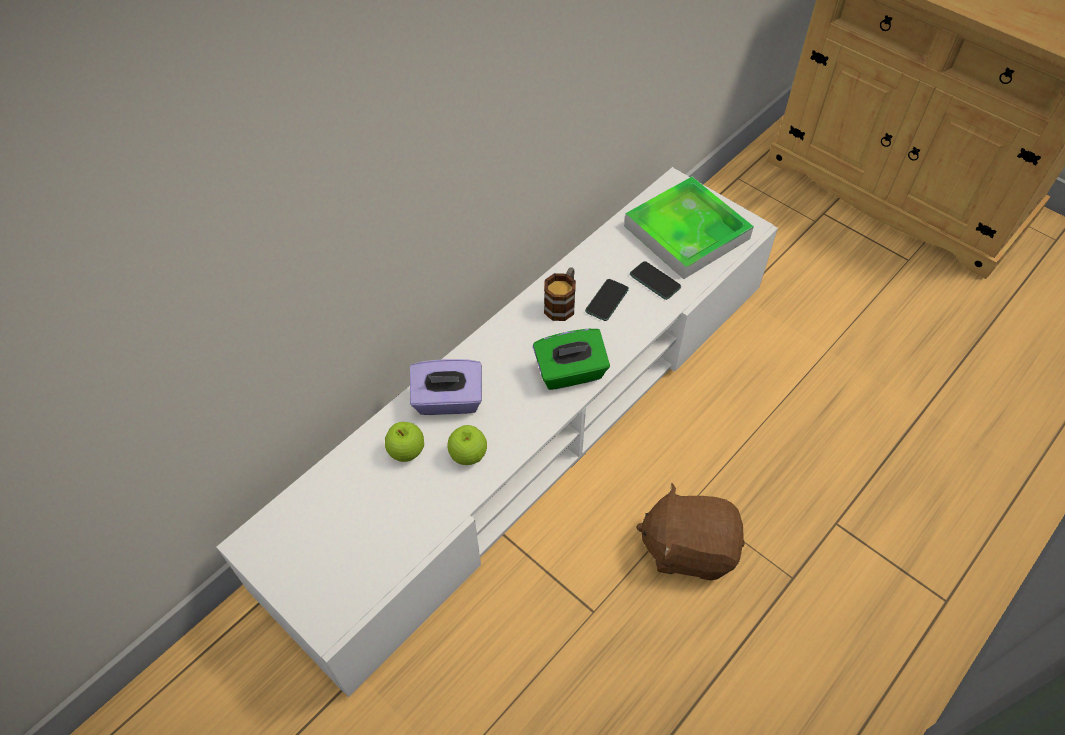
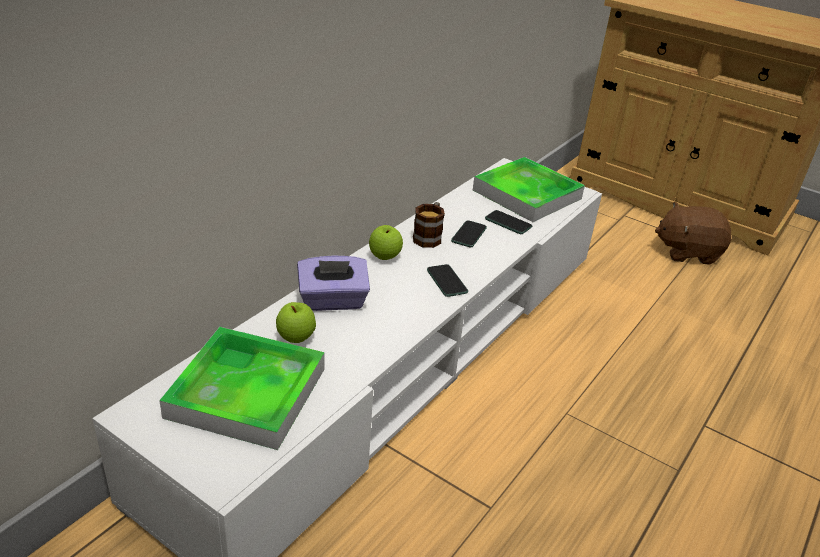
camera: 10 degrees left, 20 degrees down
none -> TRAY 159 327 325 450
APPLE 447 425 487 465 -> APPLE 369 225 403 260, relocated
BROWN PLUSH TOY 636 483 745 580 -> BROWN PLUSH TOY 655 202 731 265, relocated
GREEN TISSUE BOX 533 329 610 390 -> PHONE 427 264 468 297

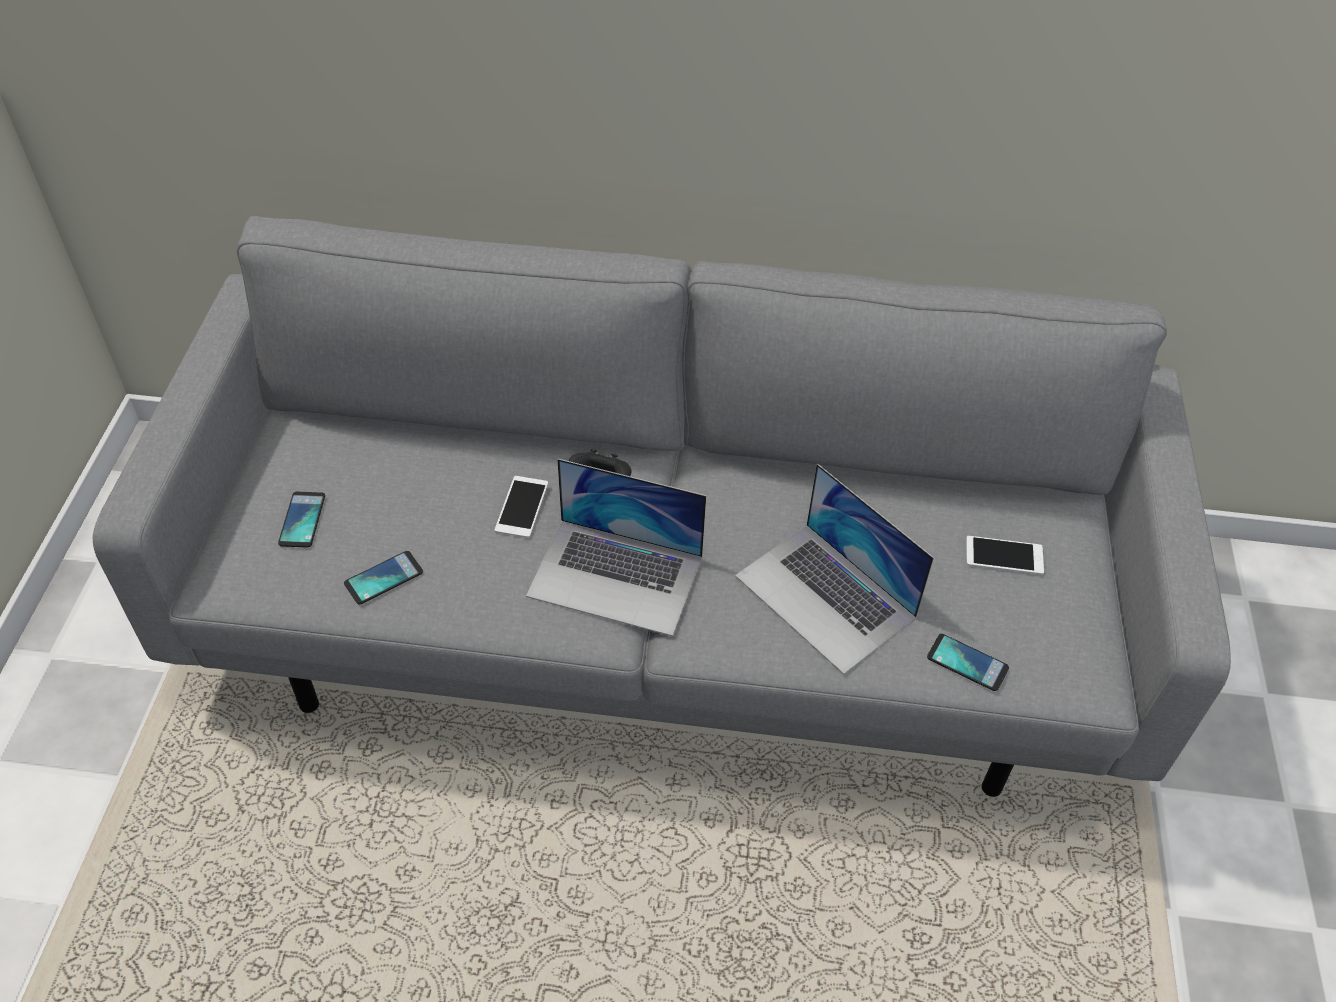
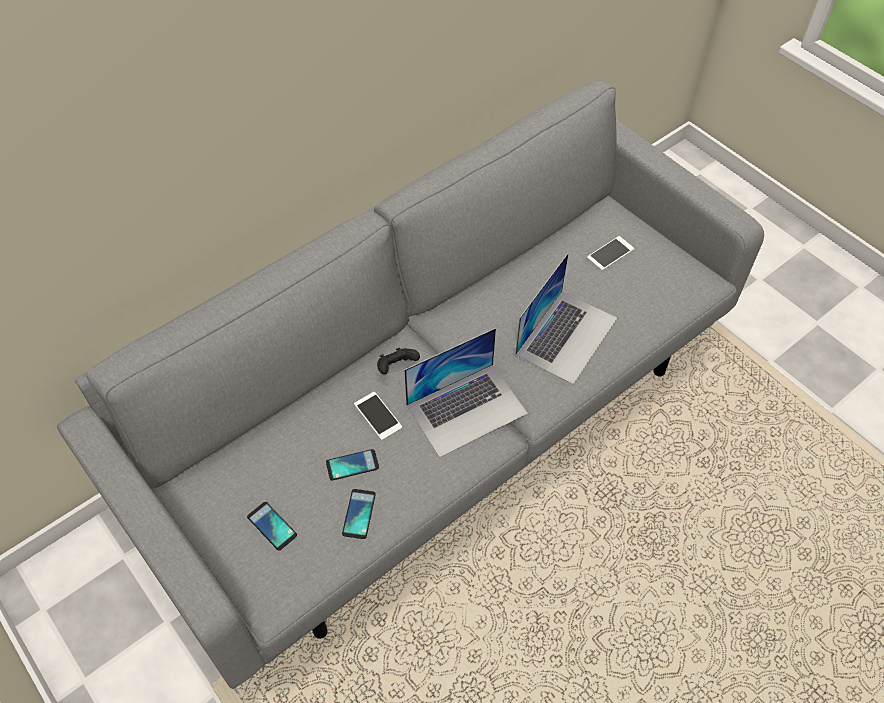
camera: 45 degrees left, 5 degrees up
PHONE 927 634 1009 691 -> PHONE 326 449 379 480, relocated
LAPTOP 735 464 934 674 -> LAPTOP 515 253 617 384, 60 degrees counterclockwise

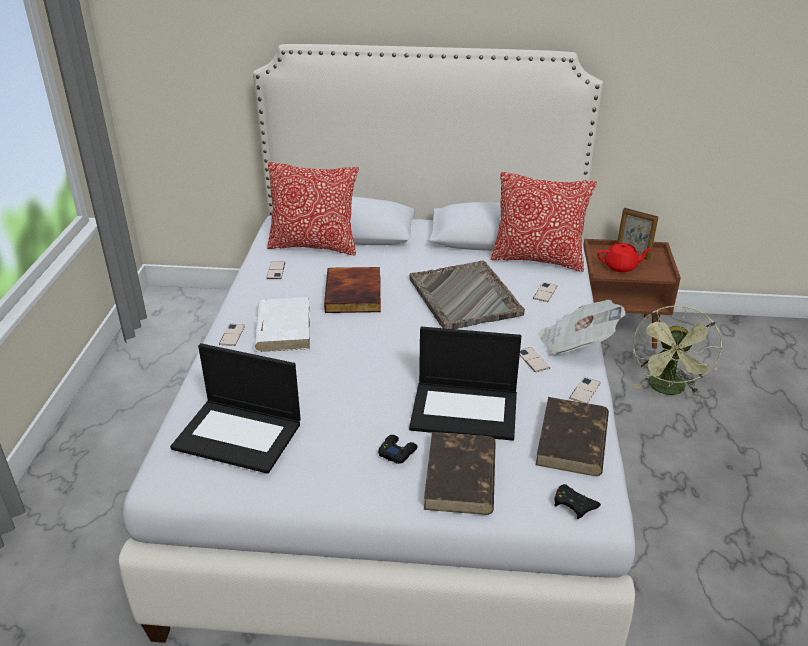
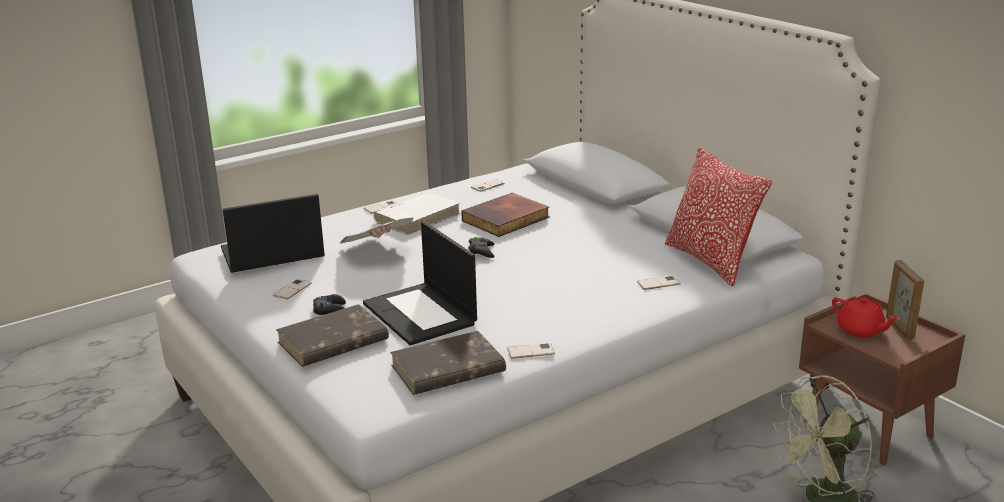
camera: 50 degrees right, 10 degrees down
PILLOW 267 162 359 255 -> none
GREY TRAY 409 260 525 329 -> none
PHONE 520 347 550 372 -> PHONE 273 279 311 299, relocated
NEWSPAPER 538 300 626 355 -> NEWSPAPER 339 218 413 244, relocated
BLACK GAME CONTROLLER 554 484 601 519 -> BLACK GAME CONTROLLER 468 237 494 258, relocated
LAPTOP 170 343 301 474 -> LAPTOP 221 194 325 273, 90 degrees clockwise

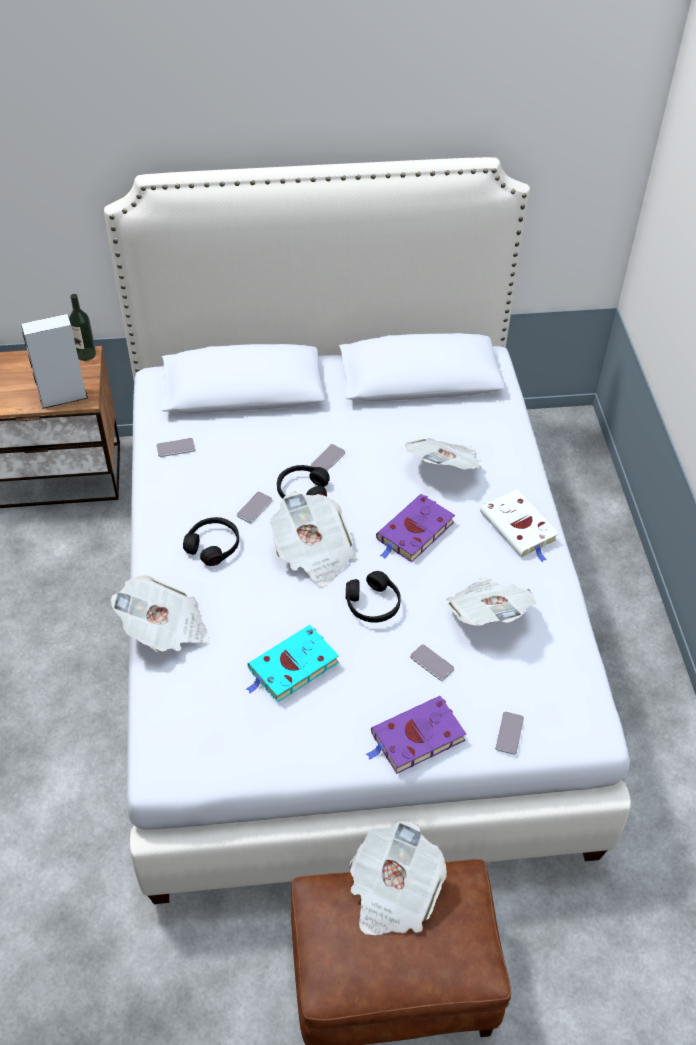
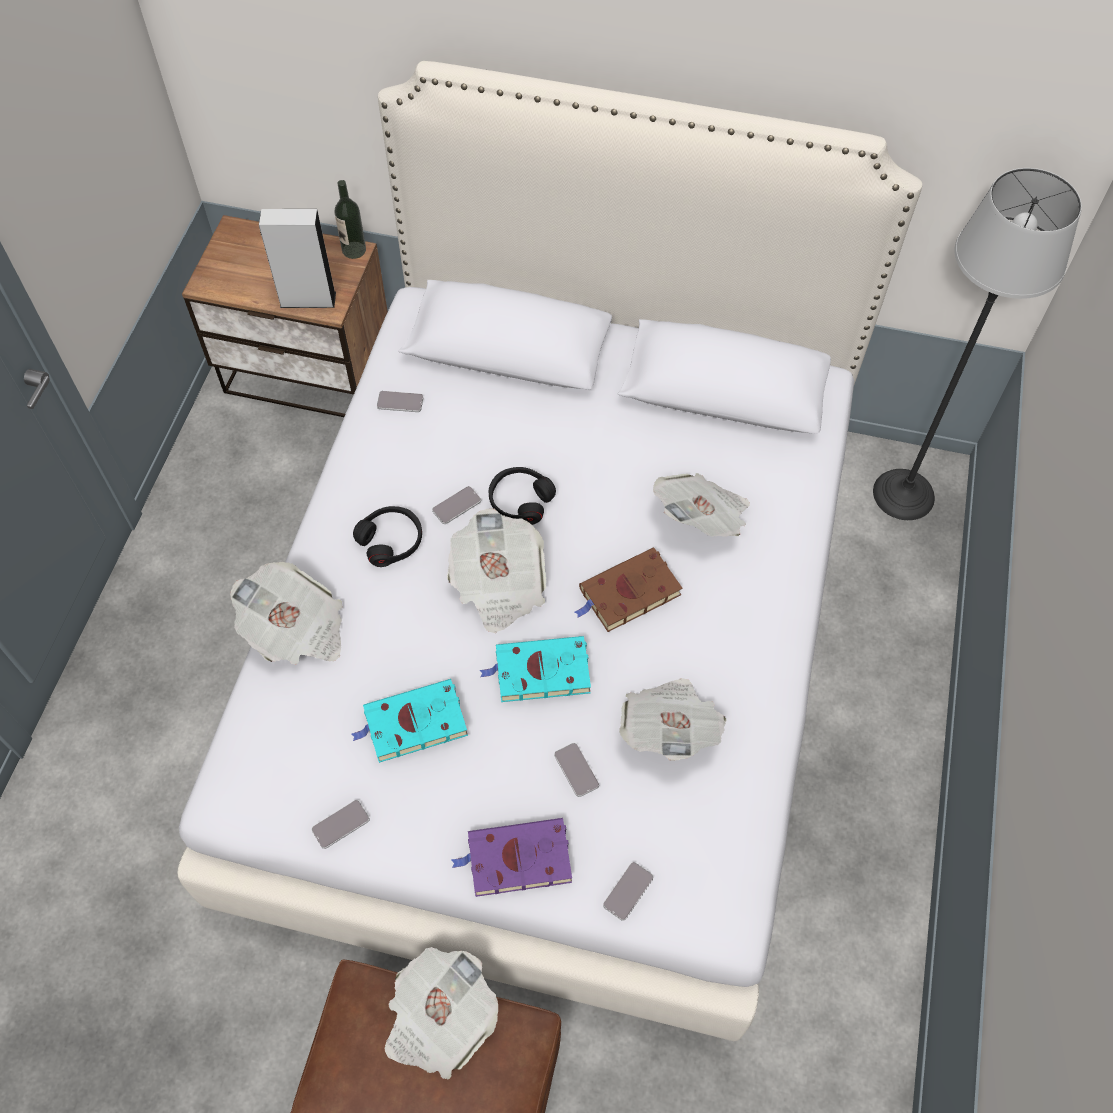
camera: 20 degrees right, 10 degrees up
WHITE BOOK 480 490 559 563 -> none
none -> FLOOR LAMP 873 168 1082 520
PHONE 311 444 345 471 -> PHONE 311 800 370 849, relocated
BLACK HEADPHONES 346 571 401 623 -> TURQUOISE BOOK 480 636 591 702
PURPLE BOOK 376 494 455 562 -> BROWN BOOK 575 547 683 632

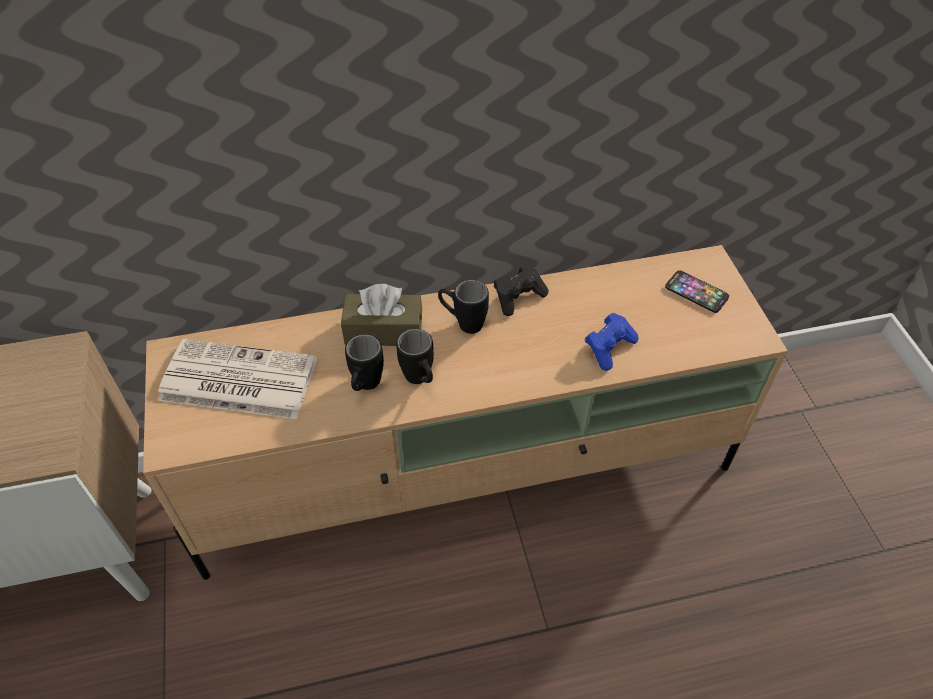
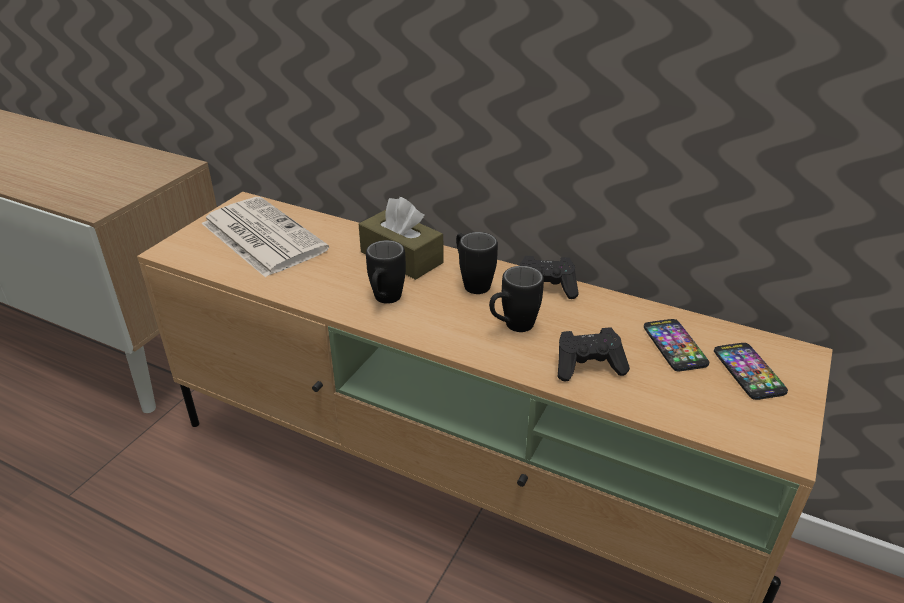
camera: 40 degrees right, 15 degrees down
none -> PHONE 644 319 709 371
BLACK MUG 345 334 384 391 -> BLACK MUG 489 266 544 332, relocated
BLUE GAME CONTROLLER 585 313 639 371 -> BLACK GAME CONTROLLER 558 327 630 382

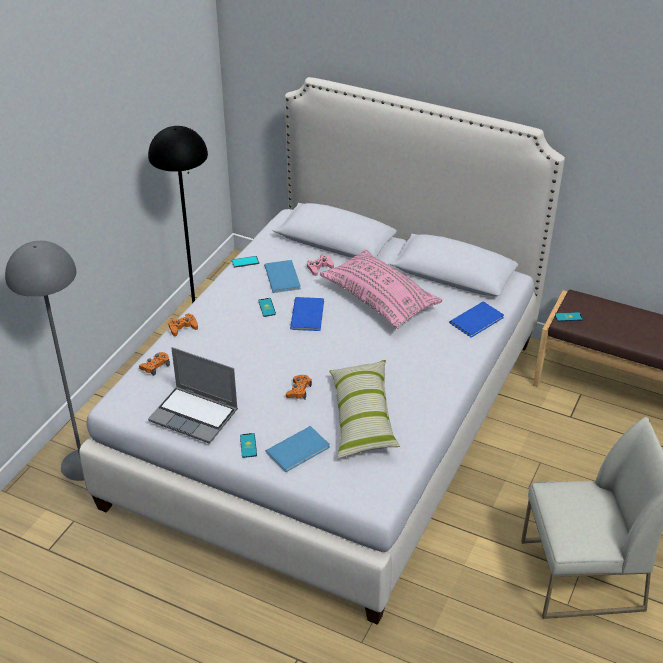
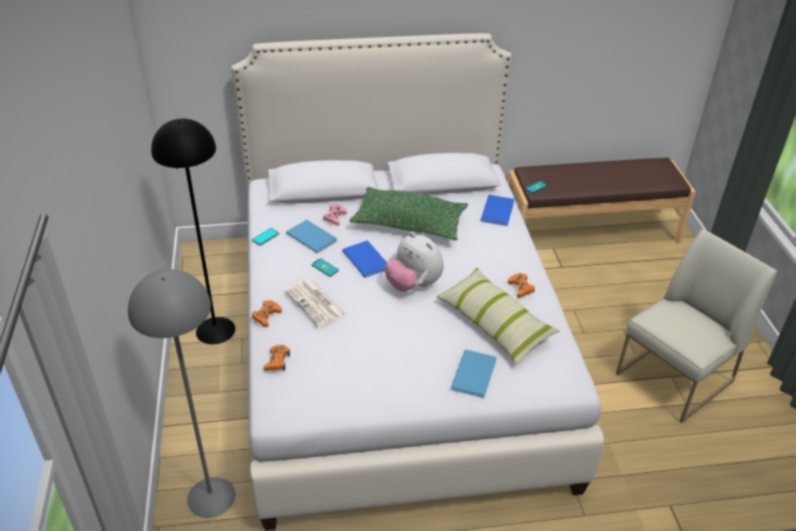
camera: 35 degrees left, 0 degrees up
LAPTOP 148 347 238 444 -> none
PHONE 240 433 257 458 -> none
none -> NEWSPAPER 285 280 346 327
none -> PLUSH TOY 385 232 444 292
ORANGE GAME CONTROLLER 286 375 312 399 -> ORANGE GAME CONTROLLER 508 273 535 298, relocated
PINK PILLOW 320 250 443 329 -> GREEN PILLOW 350 187 468 240

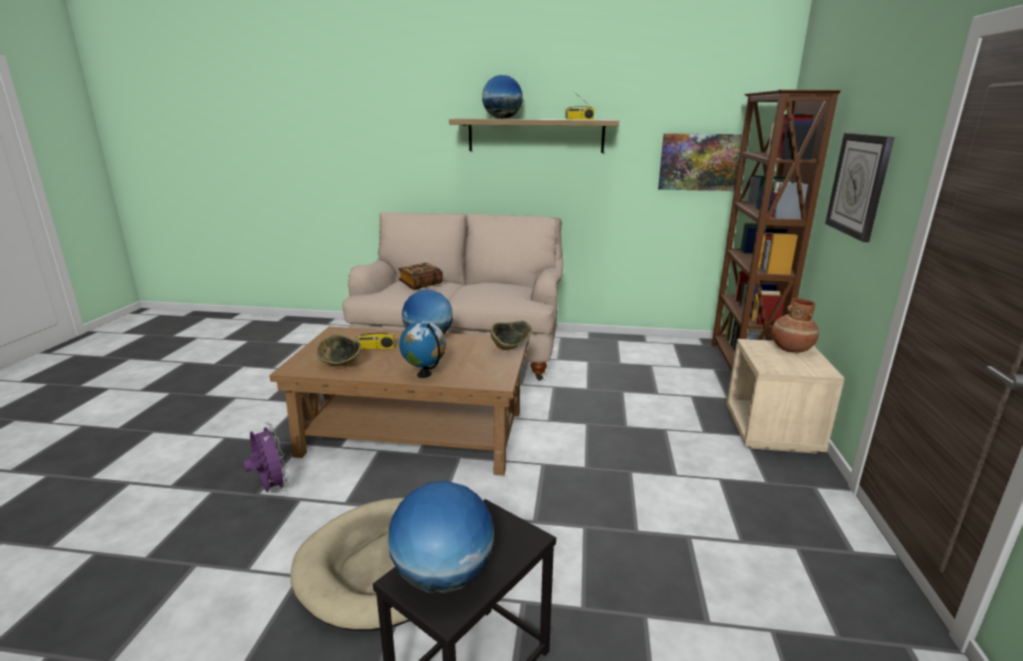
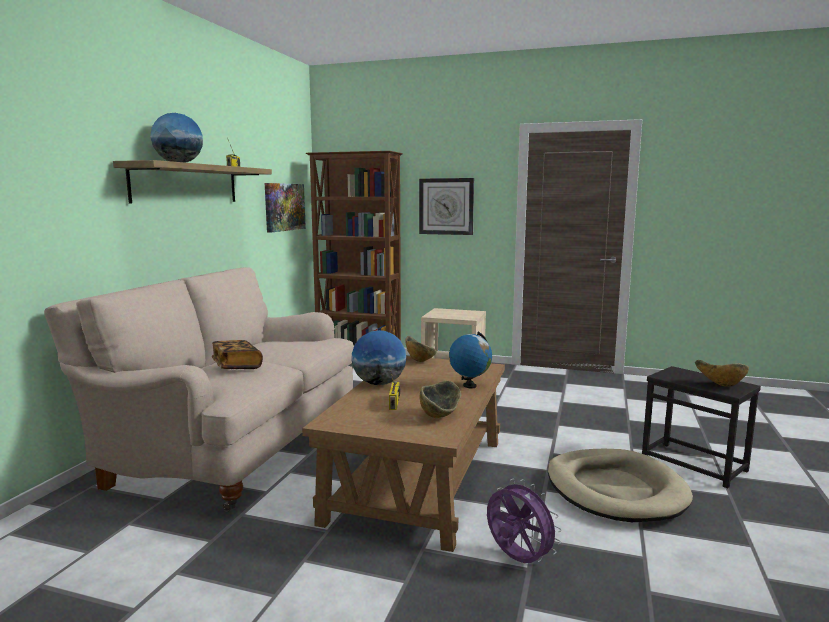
camera: 80 degrees left, 10 degrees down
BROWN VASE 771 298 819 353 -> none
GLOBE 388 481 495 593 -> BOWL 695 360 749 387
PURPLE FAN 243 422 289 492 -> PURPLE FAN 487 479 562 563, 75 degrees clockwise

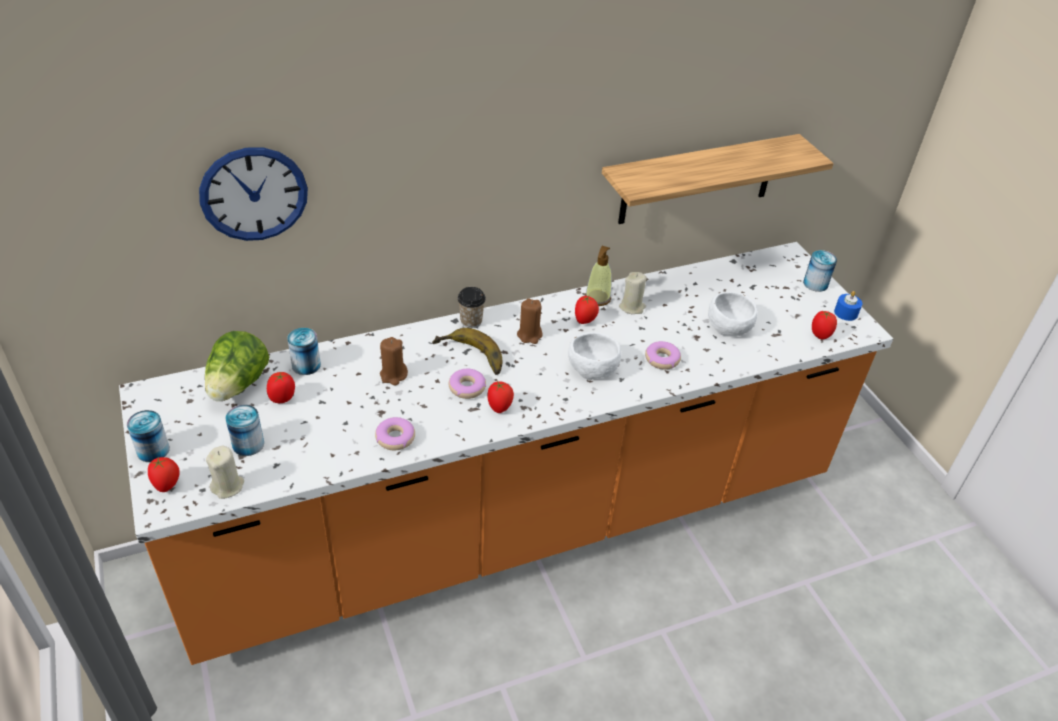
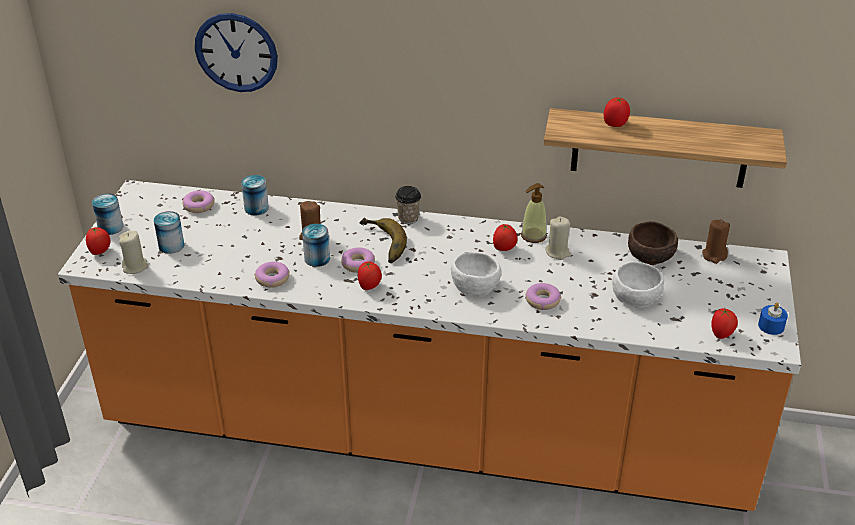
camera: 35 degrees right, 5 degrees down
none -> BROWN BOWL 628 221 678 265
TOMATO 267 372 295 403 -> TOMATO 604 98 630 127, relocated
BROWN CANDLE 517 299 543 344 -> BROWN CANDLE 702 219 730 264, relocated
CAN 803 250 837 292 -> CAN 302 224 330 267, relocated
LETTUCE 205 331 269 401 -> DONUT 182 190 215 213

